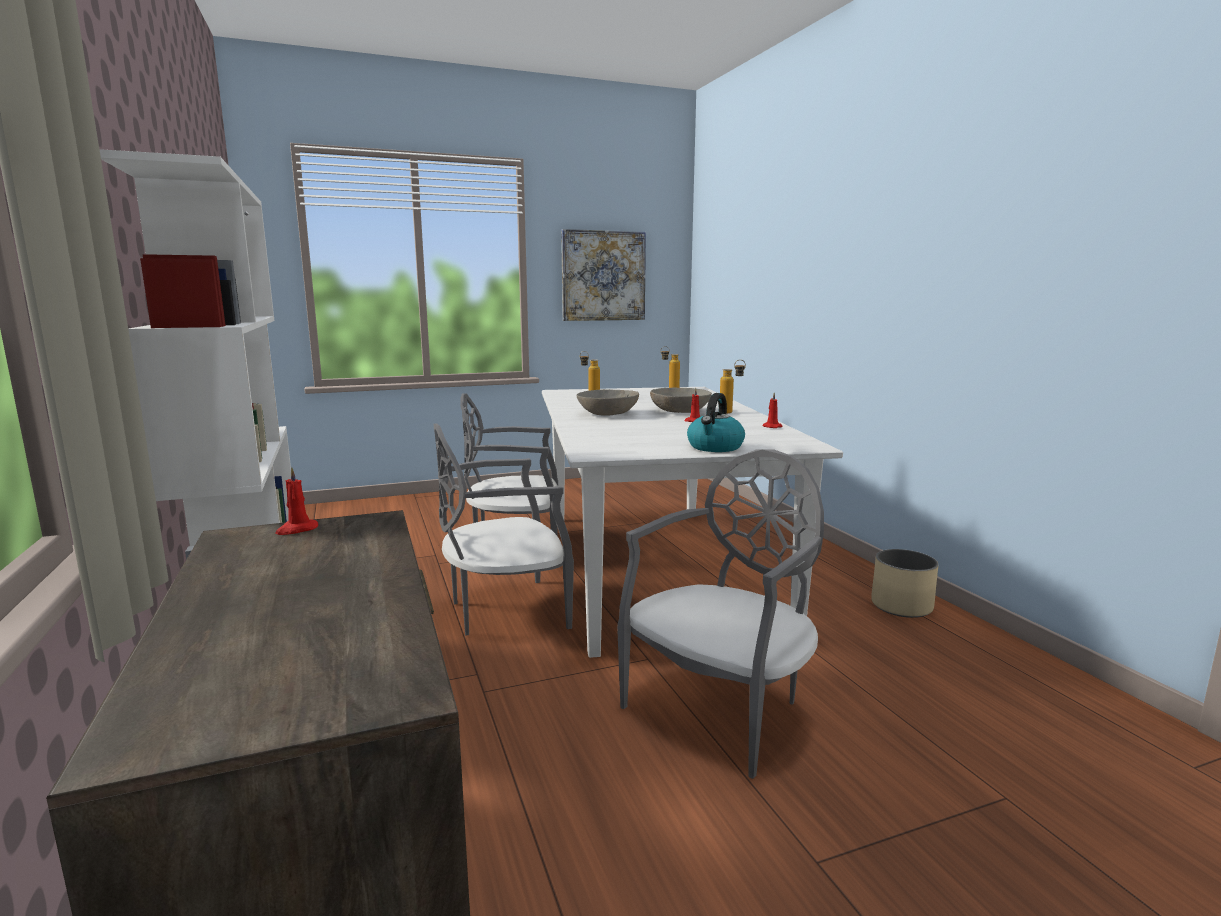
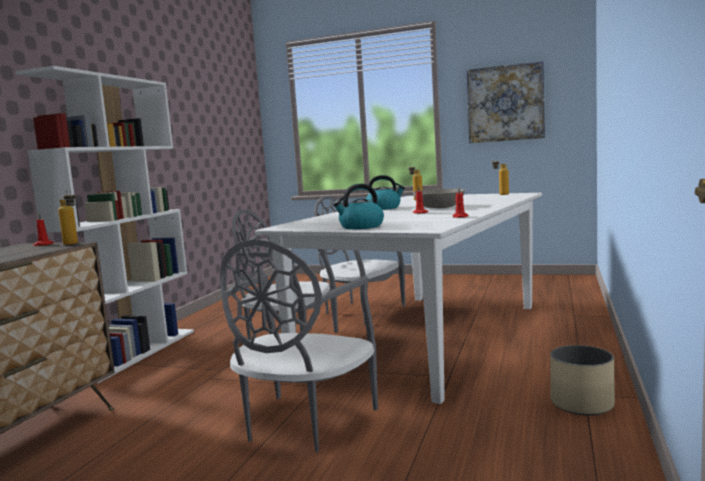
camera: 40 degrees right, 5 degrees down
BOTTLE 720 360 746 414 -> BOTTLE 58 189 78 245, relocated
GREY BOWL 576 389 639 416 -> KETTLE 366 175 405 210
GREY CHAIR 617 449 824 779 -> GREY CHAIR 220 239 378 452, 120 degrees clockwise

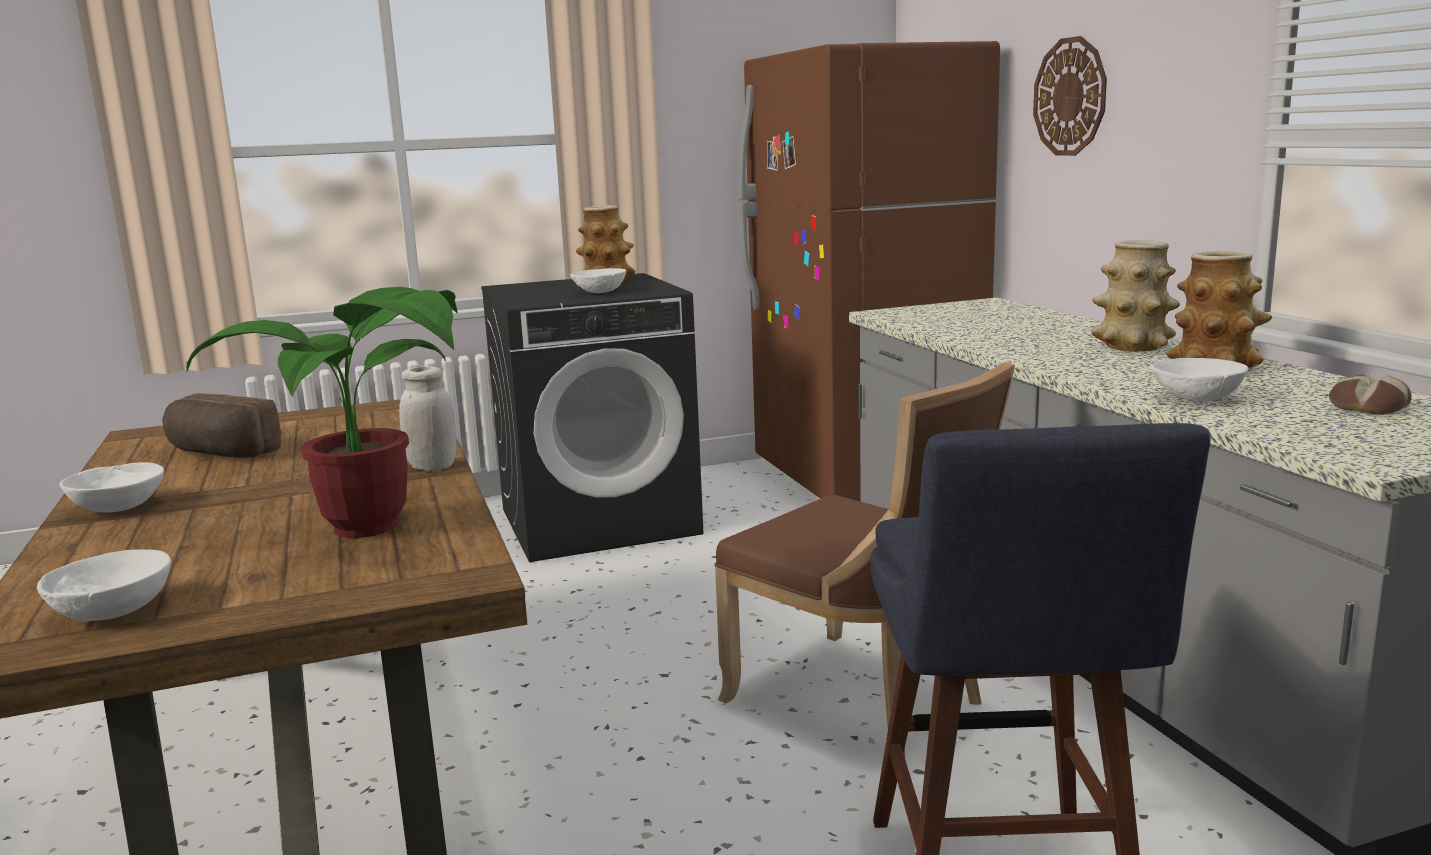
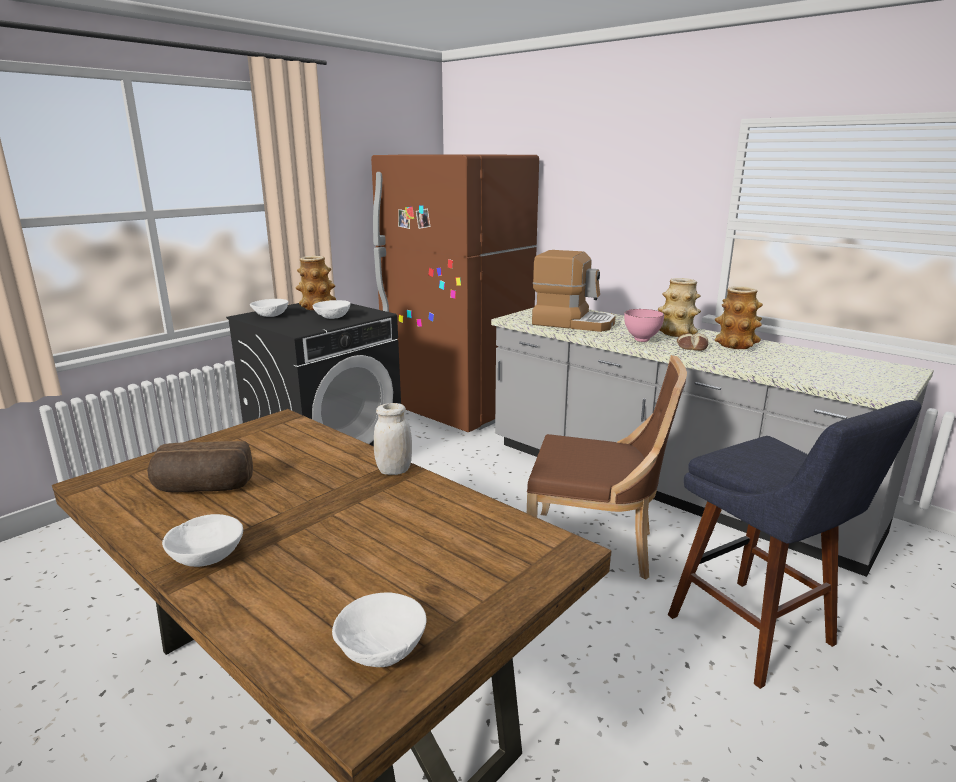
camera: 30 degrees left, 5 degrees up
POTTED PLANT 186 287 458 538 -> none
WALL CLOCK 1033 36 1107 156 -> none
none -> COFFEE MACHINE 532 250 615 332
none -> PINK BOWL 624 309 664 342
WHITE BOWL 1150 358 1249 401 -> WHITE BOWL 250 299 288 317, relocated
BREAD 1329 375 1412 414 -> BREAD 677 333 708 351, relocated

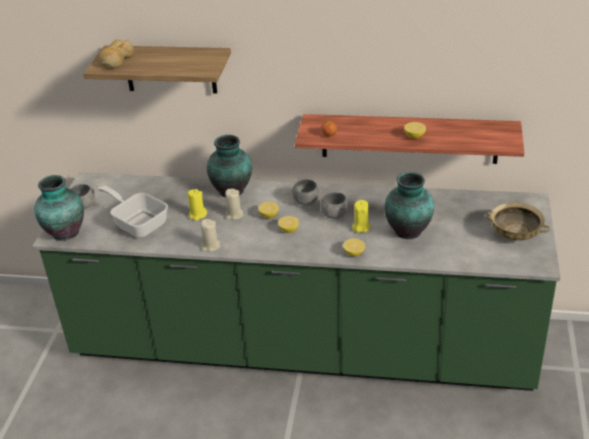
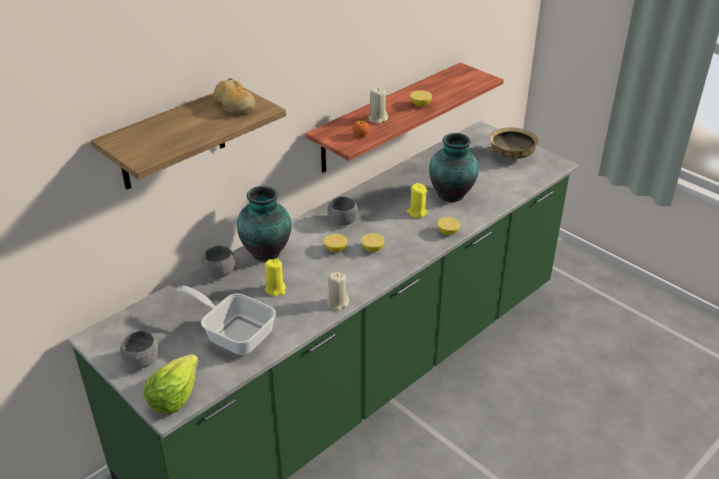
camera: 55 degrees left, 0 degrees up
BREAD 99 39 134 69 -> BREAD 213 78 255 115, relocated
BEIGE CANDLE 225 189 244 220 -> BEIGE CANDLE 368 88 388 124, relocated
GREY BOWL 321 192 348 219 -> GREY BOWL 202 246 235 278, relocated
VASE 34 175 84 241 -> LETTUCE 144 354 199 414
FRYING PAN 98 186 168 237 -> FRYING PAN 177 286 276 355, 45 degrees clockwise

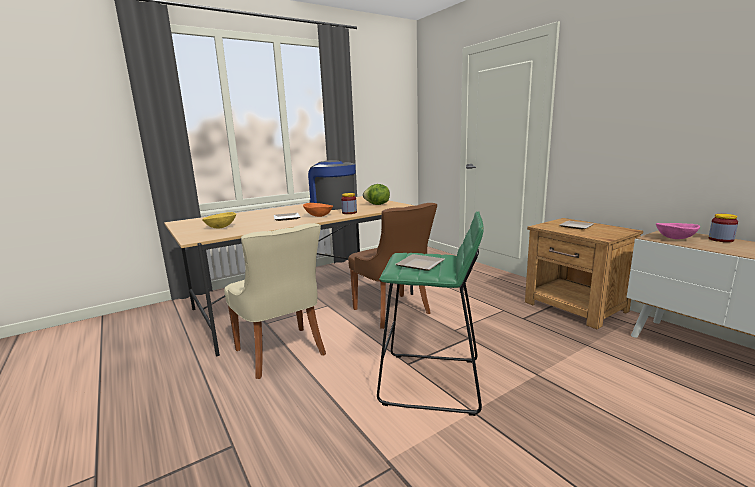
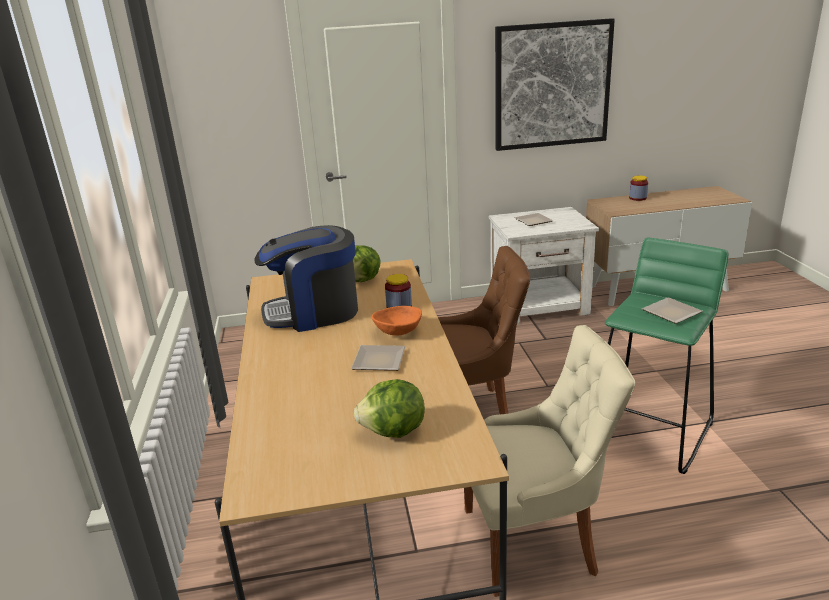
camera: 65 degrees left, 10 degrees up
PINK BOWL 656 223 700 239 -> none
none -> PICTURE 495 18 615 151
YELLOW BOWL 202 212 236 228 -> LETTUCE 354 379 425 438
BROWN NIGHTSTAND 525 218 643 329 -> WHITE NIGHTSTAND 489 207 599 324

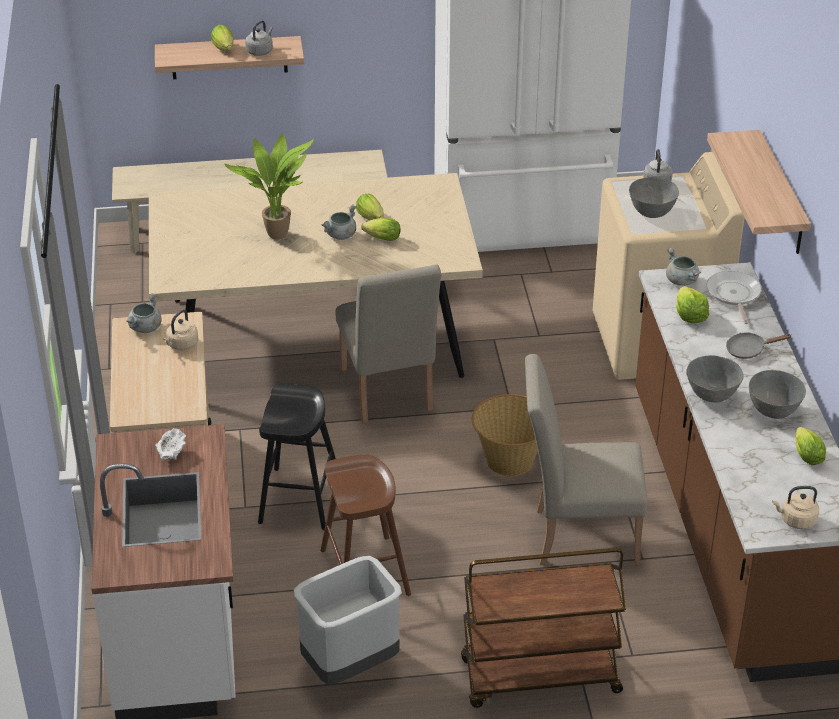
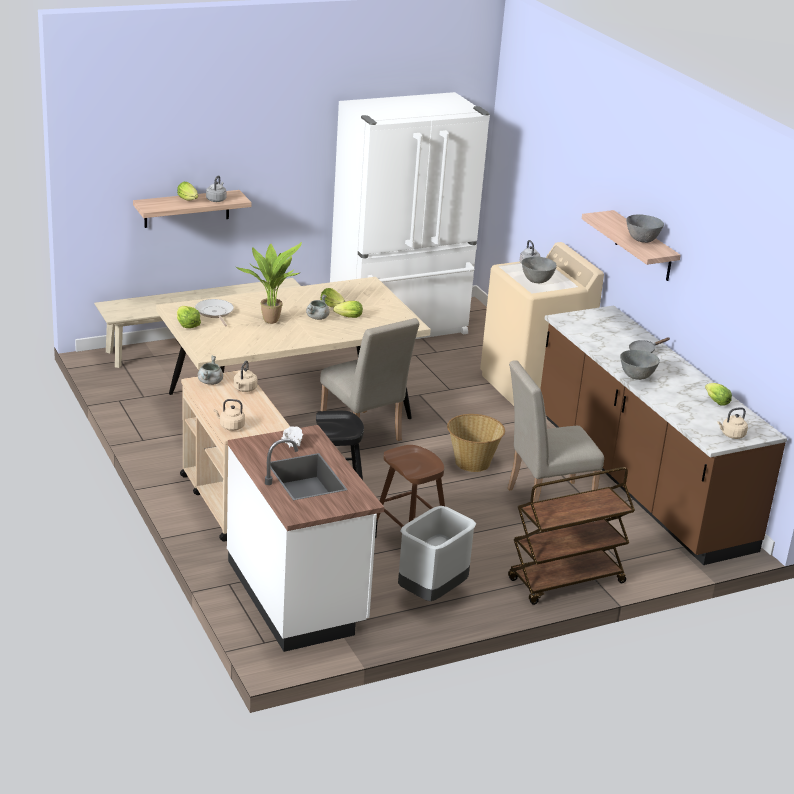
camera: 20 degrees left, 10 degrees down
GREY COOKING POT 666 248 701 286 -> none
none -> BEIGE KETTLE 214 399 245 431
LETTUCE 676 286 709 323 -> LETTUCE 177 306 201 328, relocated
FRYING PAN 706 271 762 324 -> FRYING PAN 195 299 234 327, relocated
GREY BOWL 749 370 806 419 -> GREY BOWL 626 215 664 243, relocated

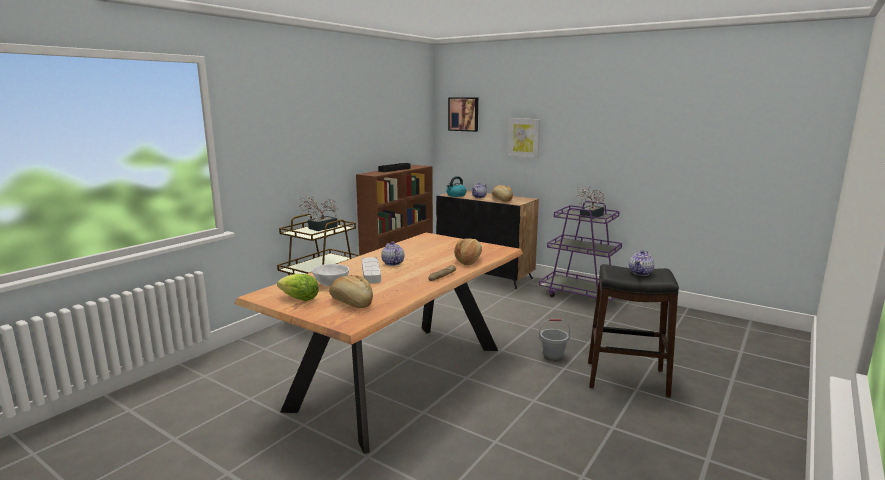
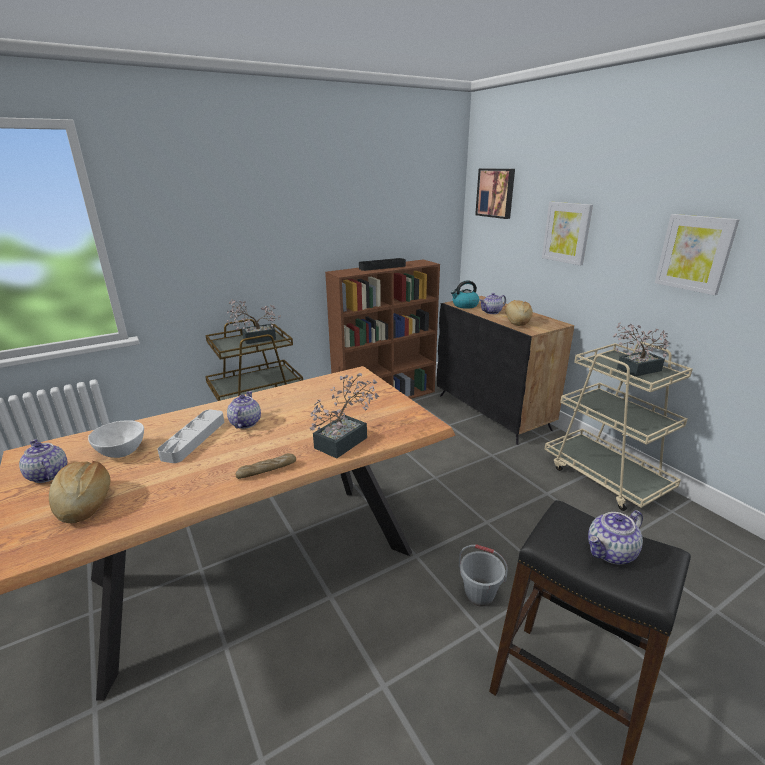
camera: 25 degrees right, 10 degrees up
none -> PICTURE 655 214 740 295
LETTUCE 277 274 319 301 -> TEAPOT 19 439 67 483
BREAD 454 238 482 265 -> POTTED PLANT 310 373 379 459
PURPLE CART 539 201 622 301 -> BEIGE CART 544 342 693 511

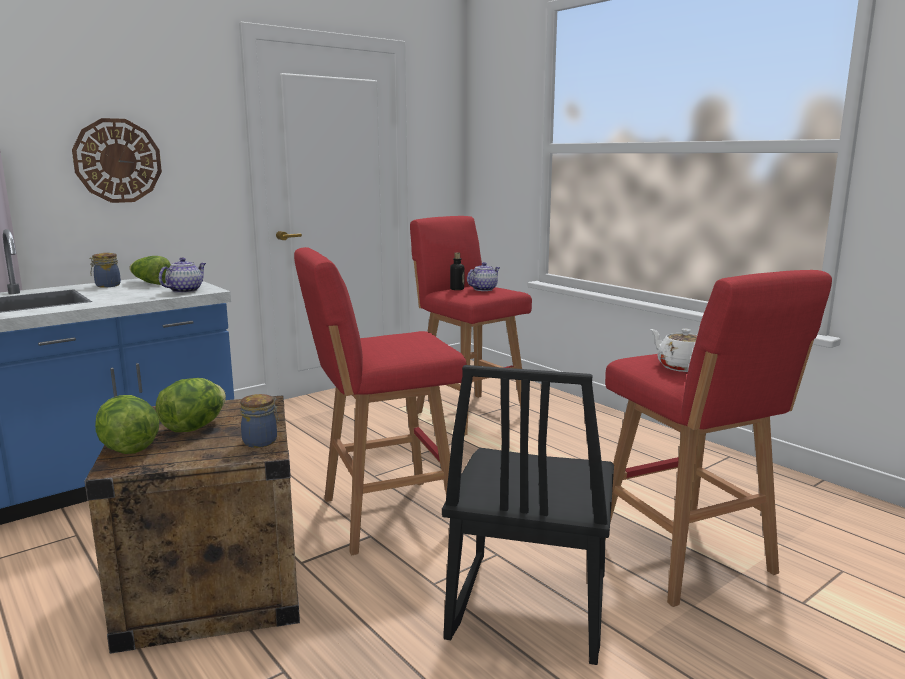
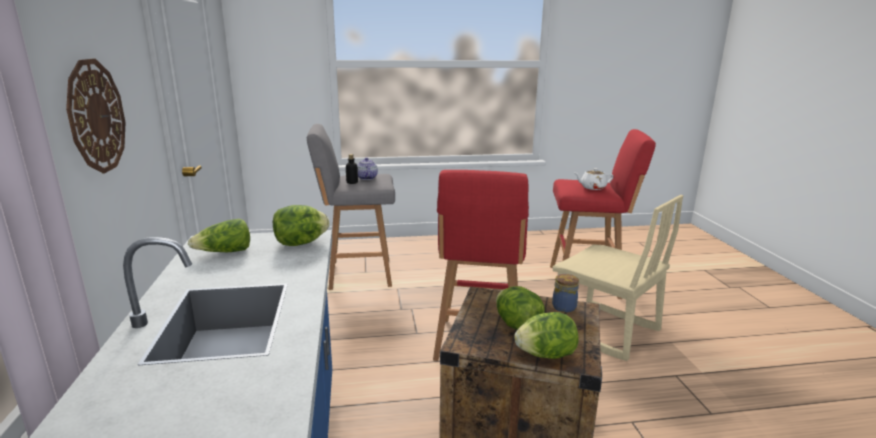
camera: 60 degrees left, 5 degrees up
JAR 89 253 121 288 -> none
TEAPOT 159 257 206 293 -> LETTUCE 273 205 329 246
RED STOOL 410 216 532 436 -> GREY STOOL 307 124 395 290
BLACK CHAIR 442 365 614 665 -> BEIGE CHAIR 552 195 683 361

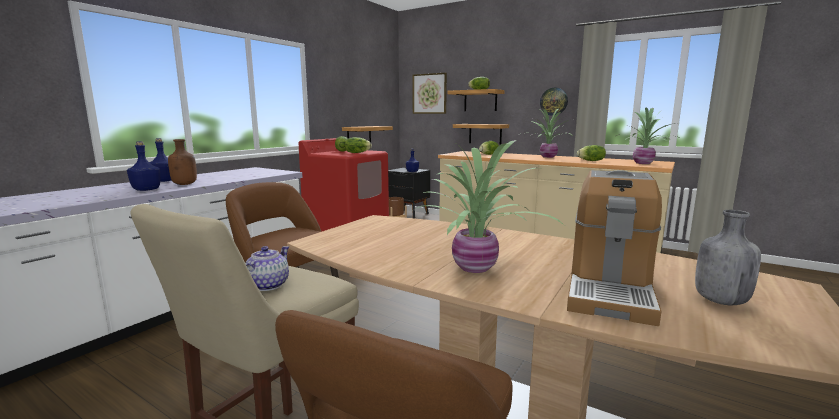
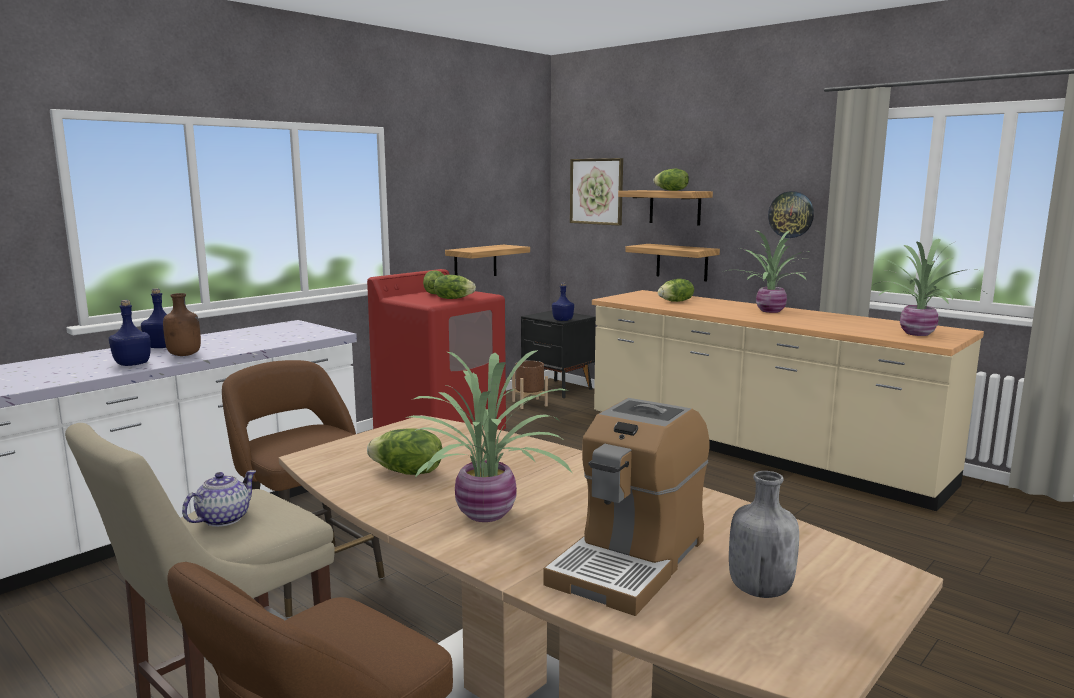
camera: 10 degrees right, 0 degrees up
LETTUCE 577 145 606 161 -> LETTUCE 367 428 442 475, relocated

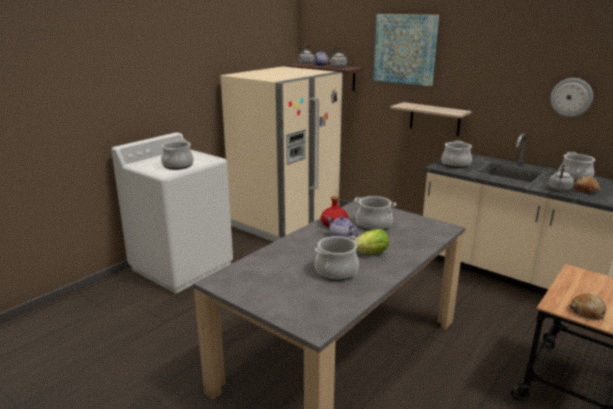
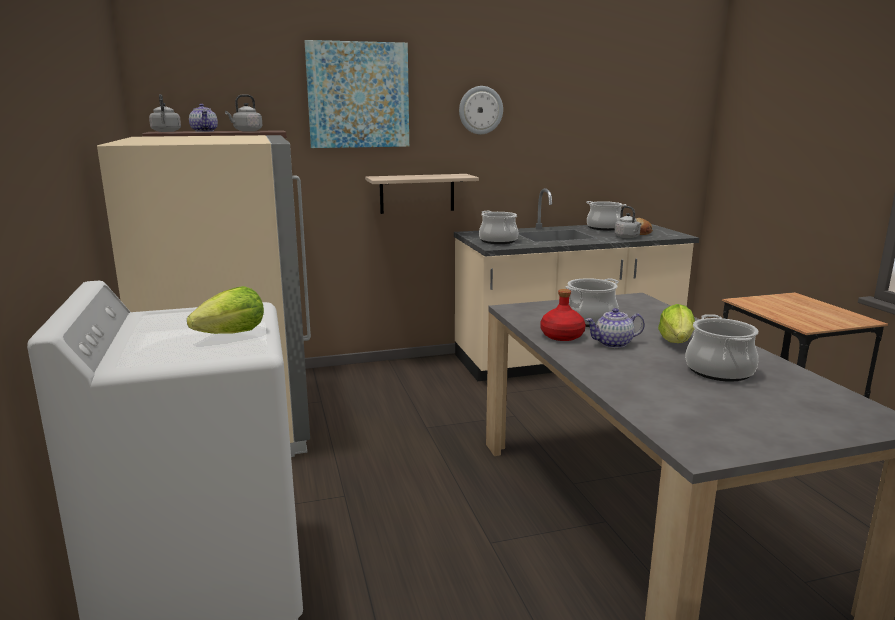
camera: 55 degrees left, 5 degrees down
BREAD 570 294 606 320 -> none
WALL CLOCK 550 78 593 117 -> WALL CLOCK 459 86 503 134, relocated
COOKING POT 161 139 194 170 -> LETTUCE 187 286 264 334

